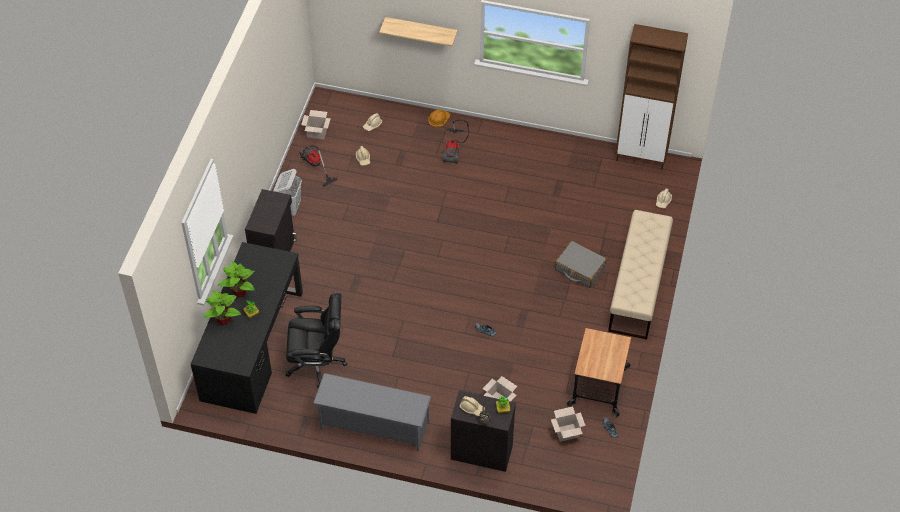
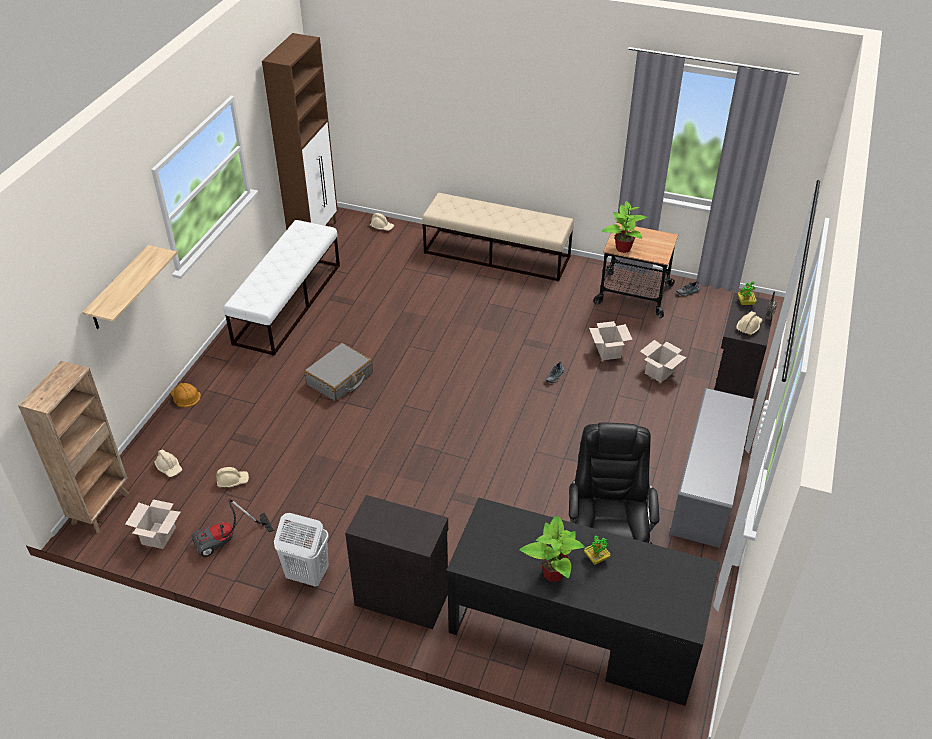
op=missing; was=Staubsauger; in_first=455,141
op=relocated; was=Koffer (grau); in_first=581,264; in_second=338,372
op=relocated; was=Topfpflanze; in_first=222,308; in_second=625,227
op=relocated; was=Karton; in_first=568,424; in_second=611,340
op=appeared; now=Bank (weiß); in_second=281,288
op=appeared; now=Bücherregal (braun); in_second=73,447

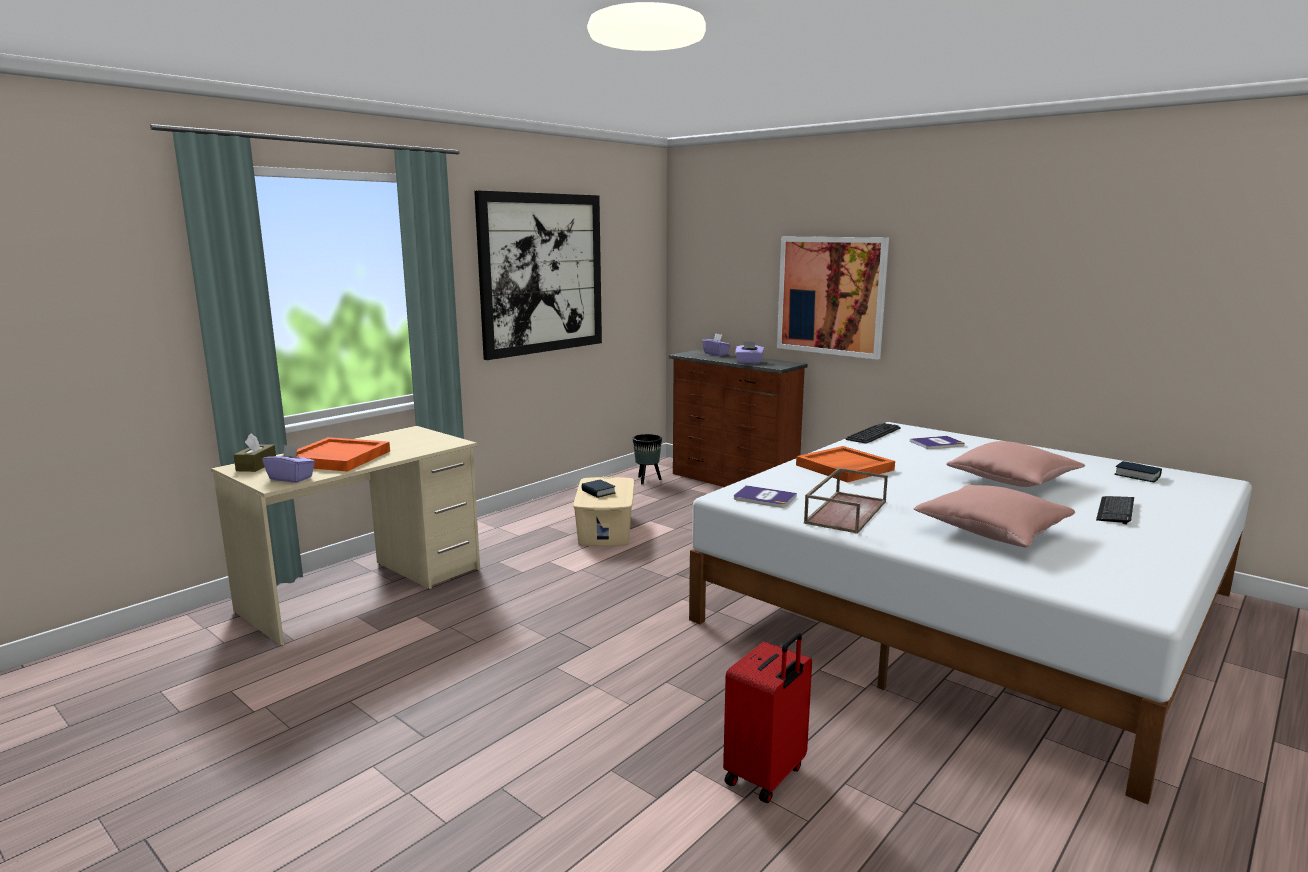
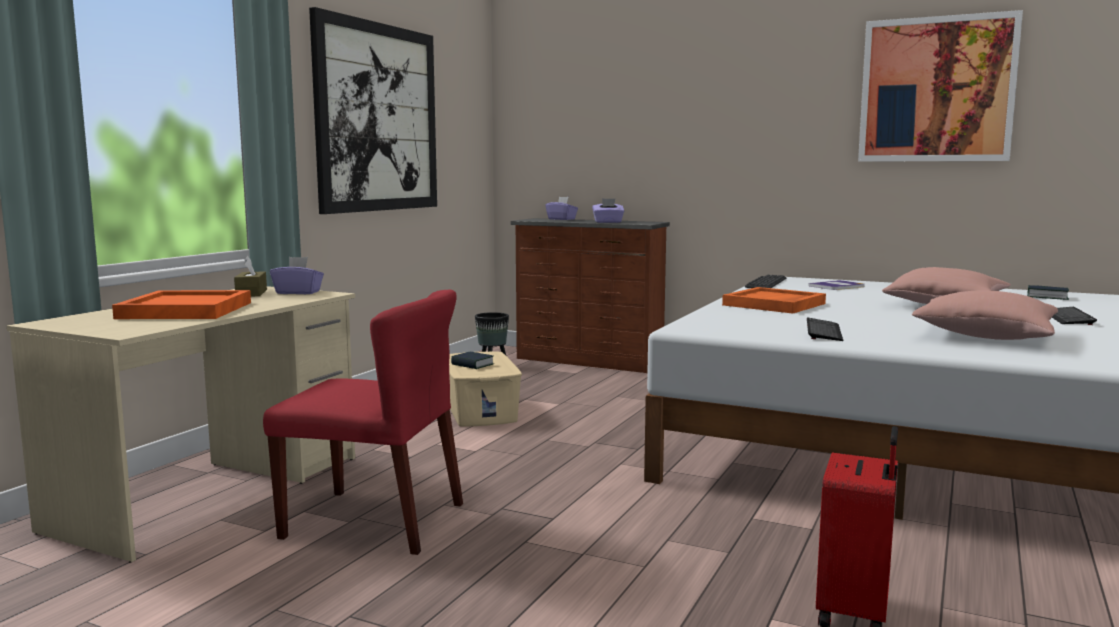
op=relocated; was=Bild; in_first=833,298; in_second=940,86
op=relocated; was=Taschentuchbox (braun); in_first=255,452; in_second=250,276
op=relocated; was=Taschentuchbox (lila); in_first=288,463; in_second=297,275
op=exchanged; was=Tablett (braun); now=Tastatur; in_first=846,501; in_second=825,329
op=missing; was=Buch; in_first=765,496
op=appeared; now=Stuhl (rot); in_second=363,422

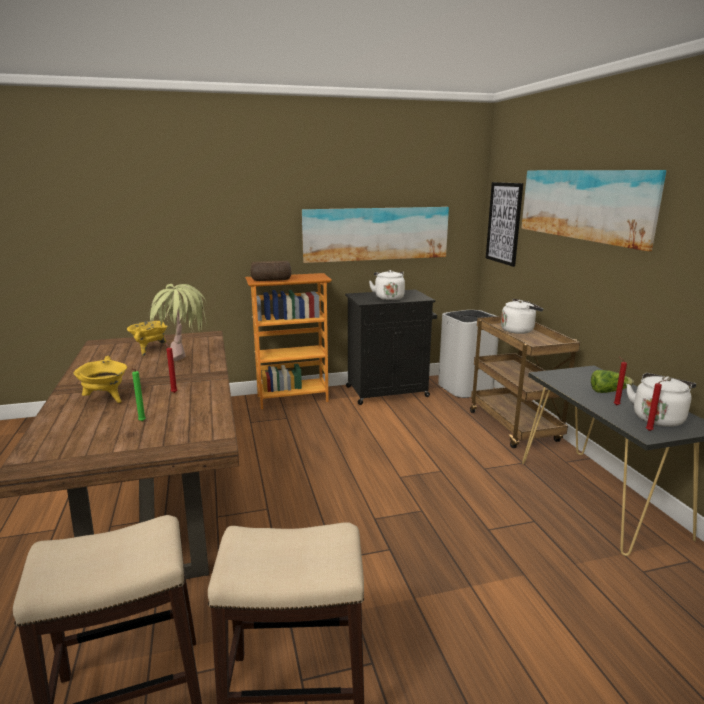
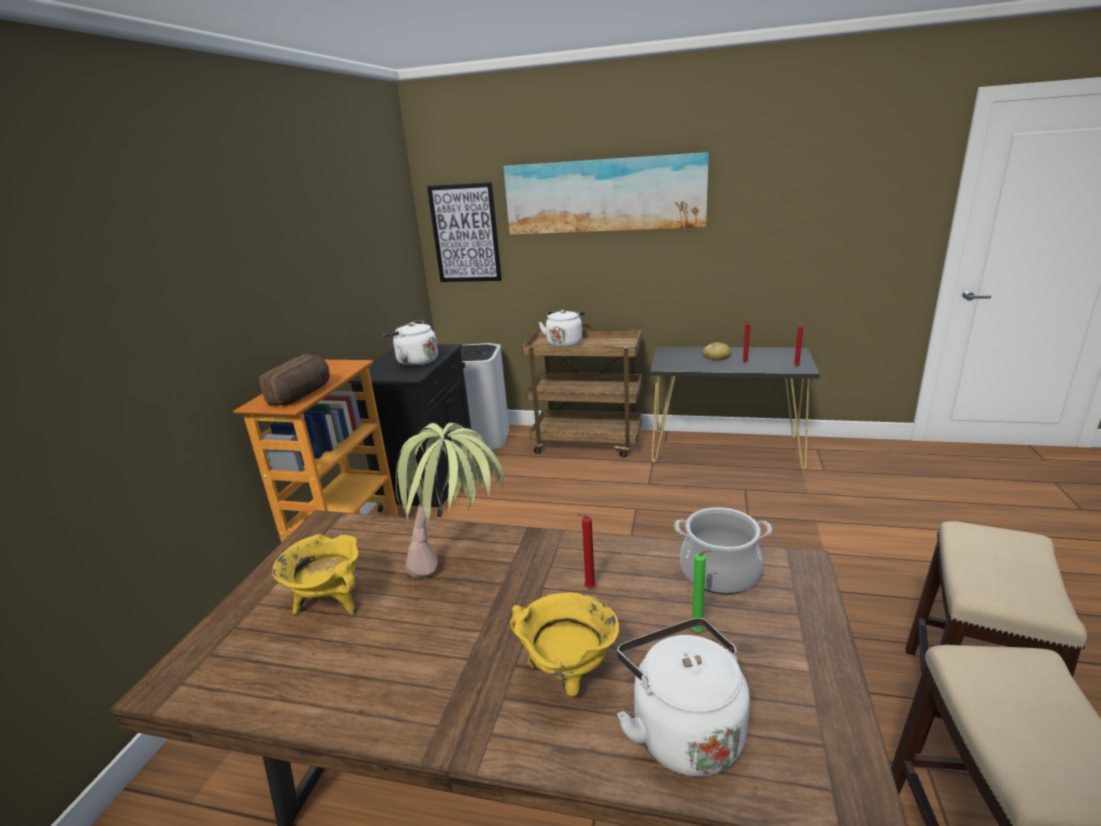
op=missing; was=Bild; in_first=375,235
op=exchanged; was=Salatkopf; now=Brot; in_first=612,381; in_second=717,351
op=relocated; was=Wasserkessel (weiß); in_first=661,400; in_second=683,697
op=appeared; now=Kochtopf; in_second=723,550

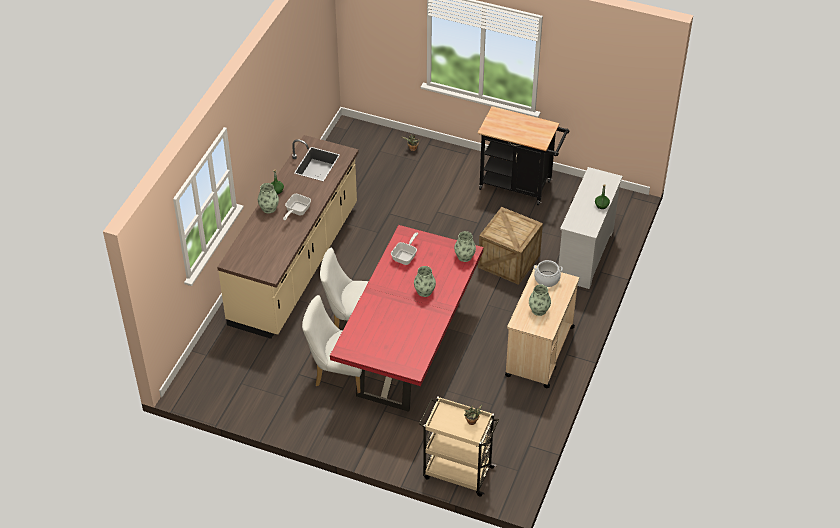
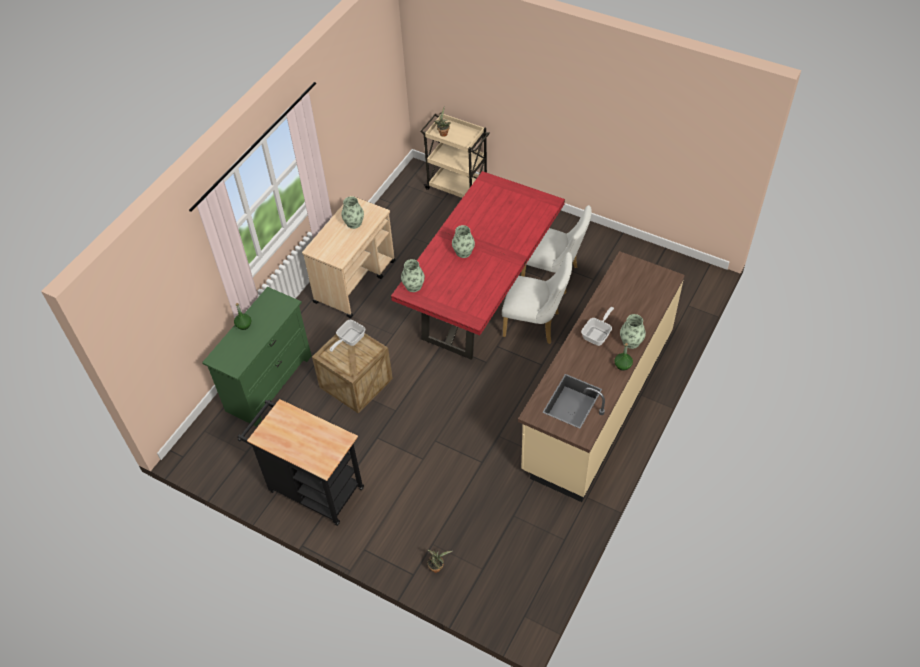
op=colour; was=Kommode (weiß); now=Kommode (grün); in_first=590,228; in_second=257,356
op=relocated; was=Pfanne; in_first=404,248; in_second=347,336
op=missing; was=Kochtopf; in_first=548,273

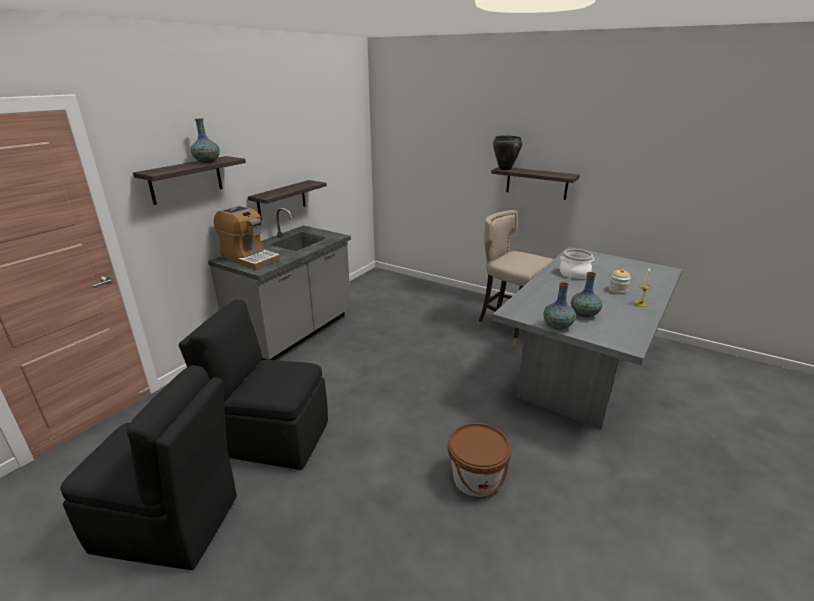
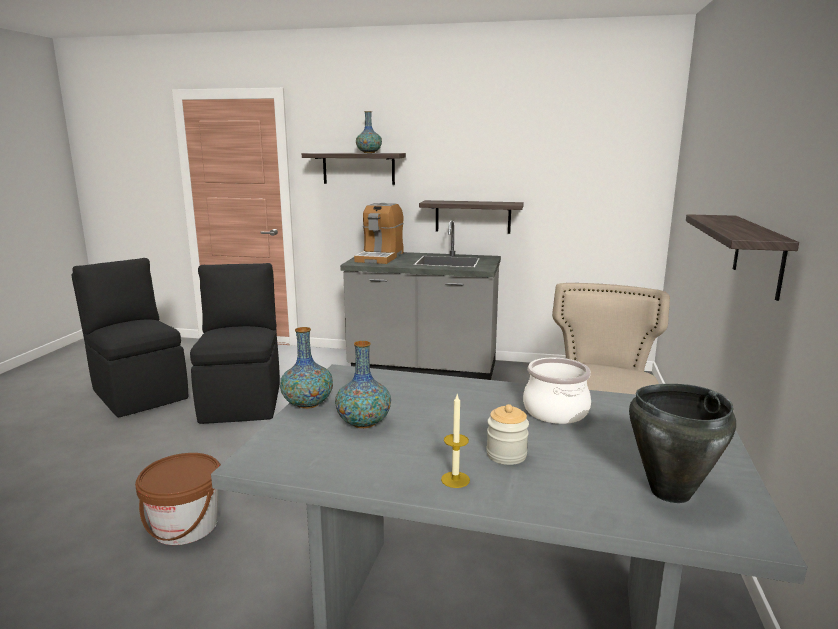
op=relocated; was=Kochtopf (schwarz); in_first=507,152; in_second=682,443
op=spun; was=Stuhl (schwarz); in_first=148,467; in_second=129,337; clockwise=150

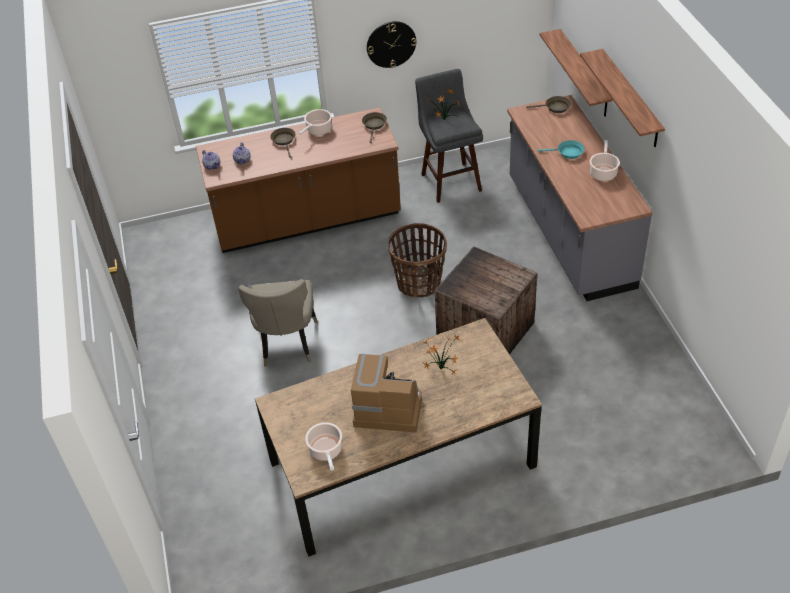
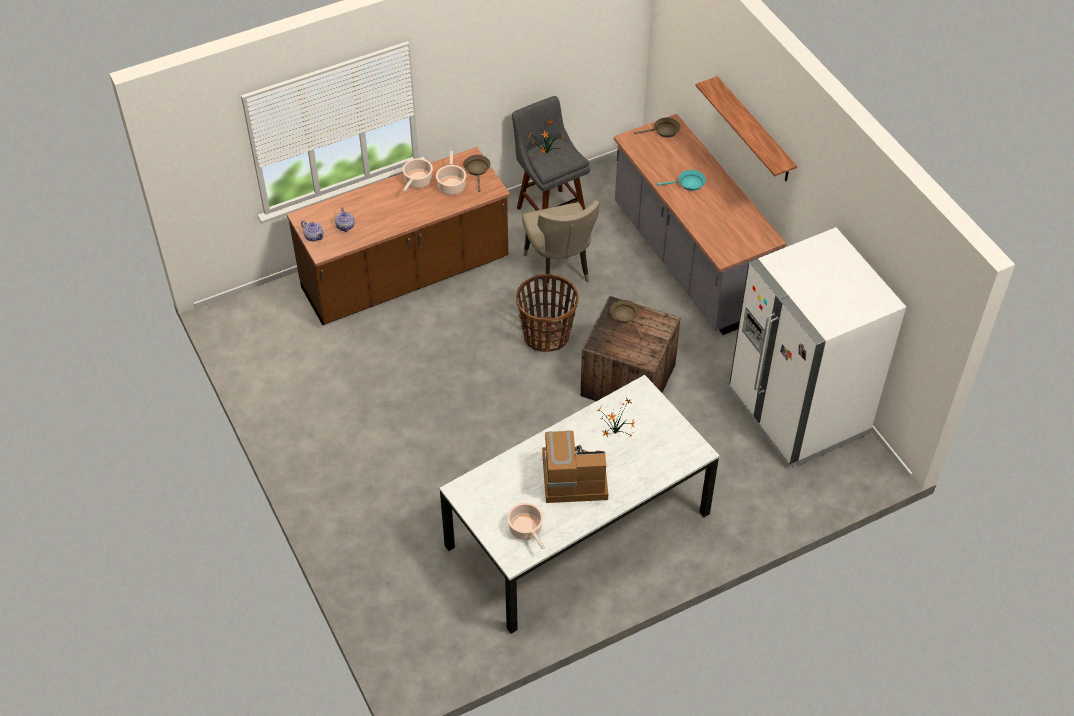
op=missing; was=Wanduhr; in_first=391,44
op=missing; was=Wandregal; in_first=576,73
op=relocated; was=Pfanne (braun); in_first=282,143; in_second=626,319
op=relocated; was=Kochtopf; in_first=605,160; in_second=451,173
op=relocated; was=Stuhl (beige); in_first=277,323; in_second=561,243
op=colour; was=Esstisch (braun); now=Esstisch (weiß); in_first=398,437; in_second=579,504
op=appeared; now=Kühlschrank (weiß); in_second=817,347

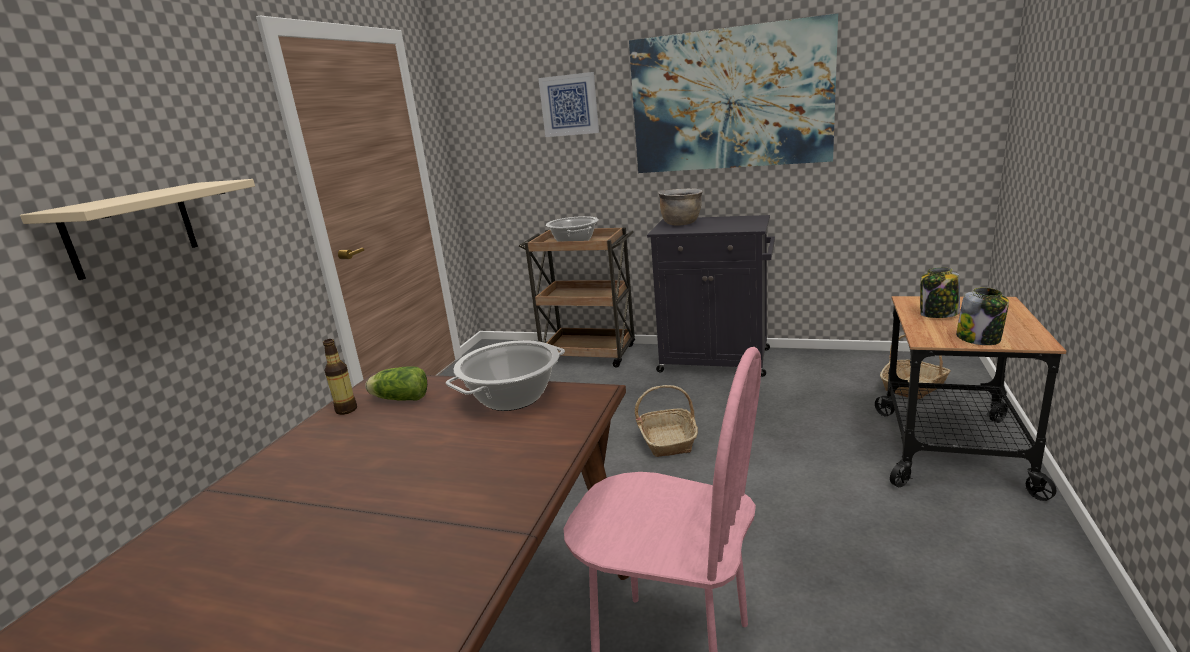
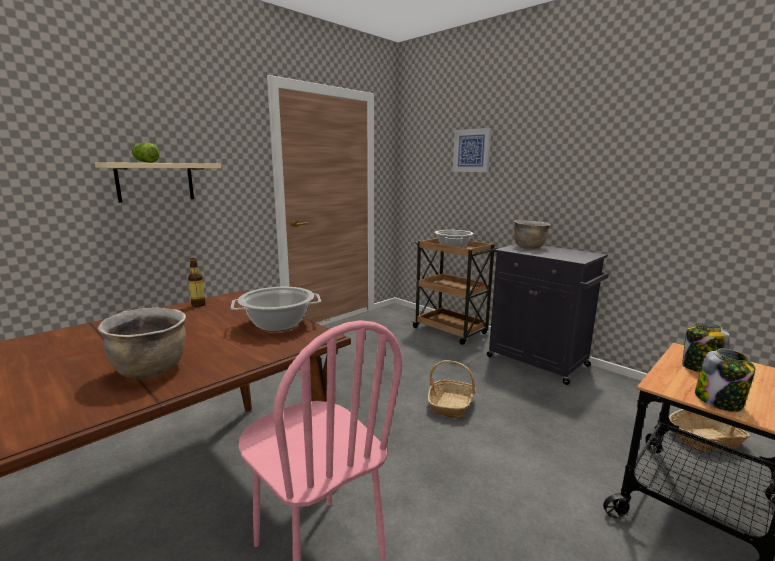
op=missing; was=Bild; in_first=733,93
op=relocated; was=Salatkopf; in_first=396,383; in_second=146,153
op=appeared; now=Kochtopf (braun); in_second=142,343

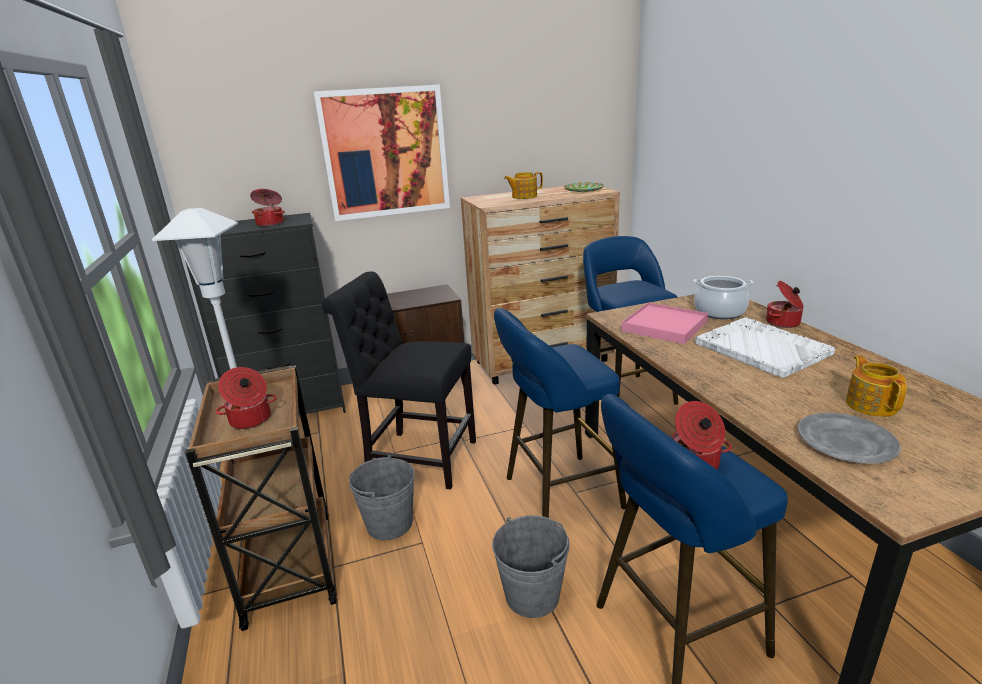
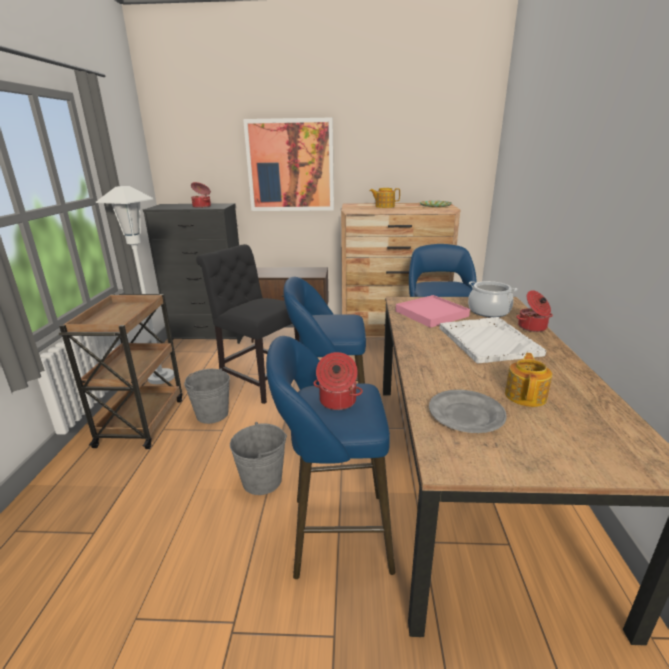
op=missing; was=Kochtopf; in_first=246,398

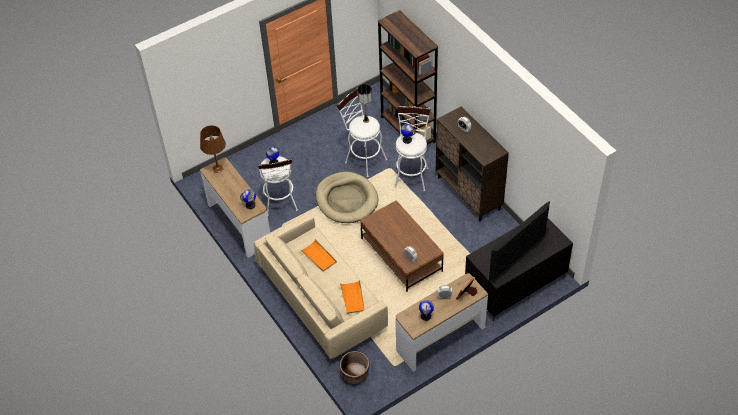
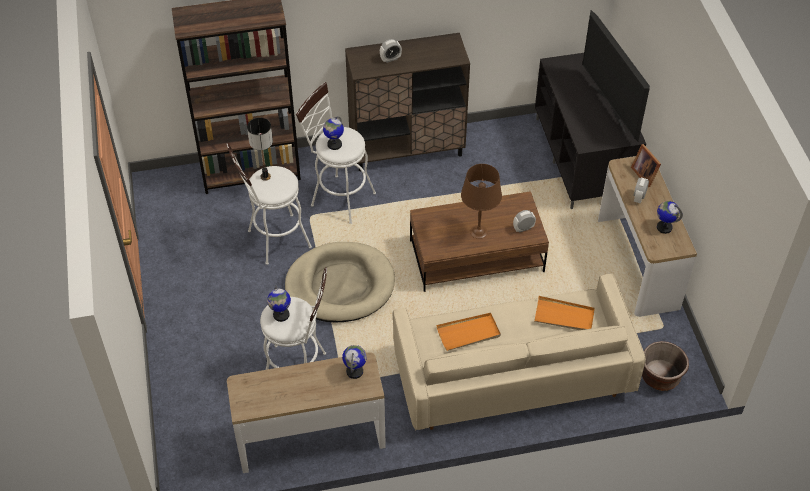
op=relocated; was=Tischlampe (braun); in_first=213,149; in_second=481,201

